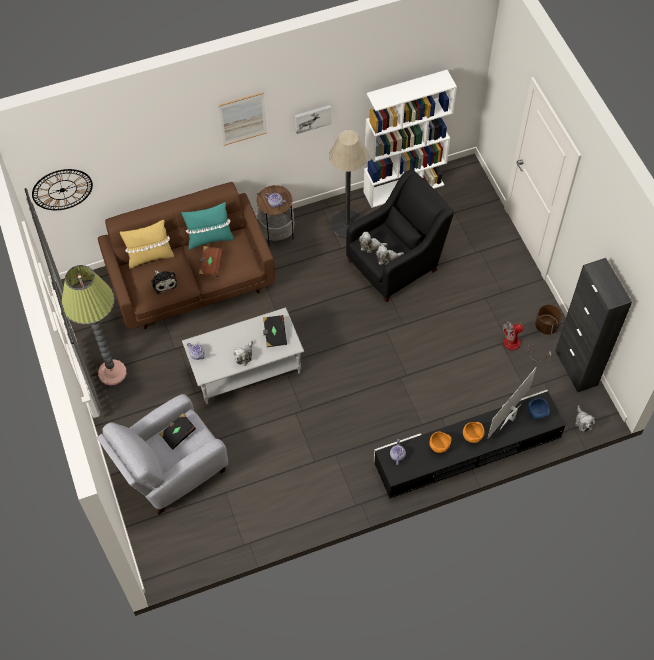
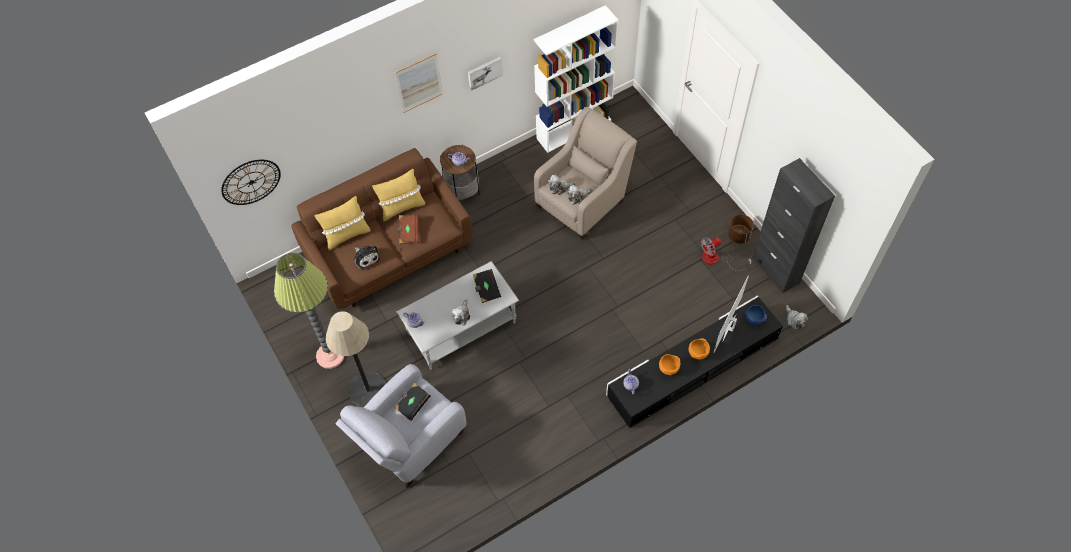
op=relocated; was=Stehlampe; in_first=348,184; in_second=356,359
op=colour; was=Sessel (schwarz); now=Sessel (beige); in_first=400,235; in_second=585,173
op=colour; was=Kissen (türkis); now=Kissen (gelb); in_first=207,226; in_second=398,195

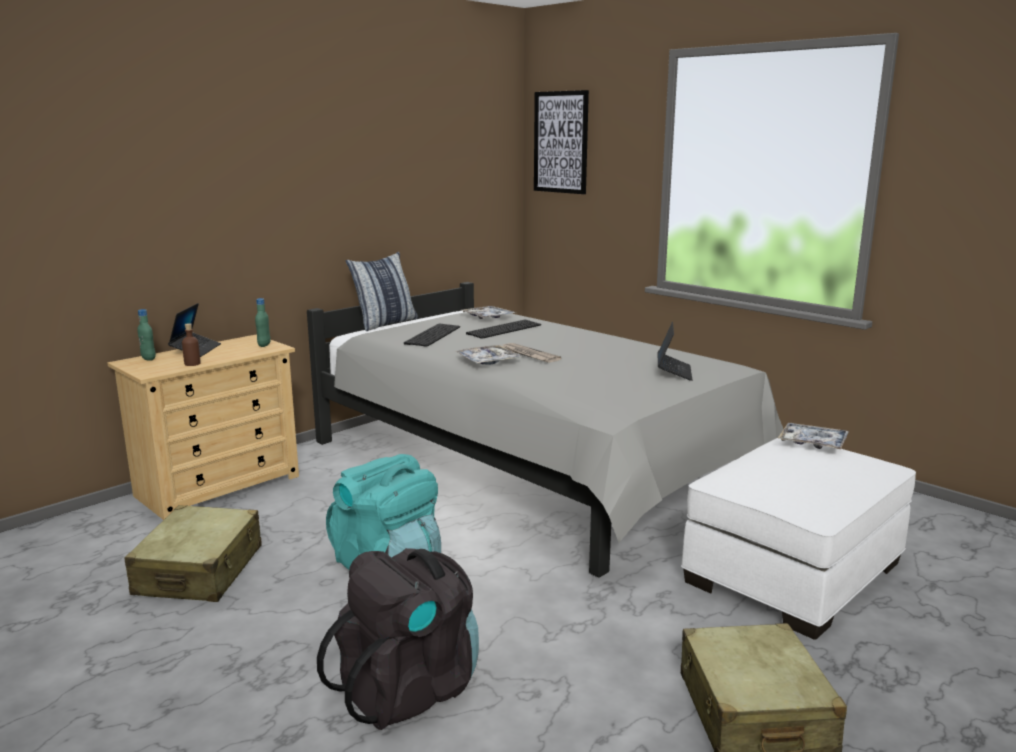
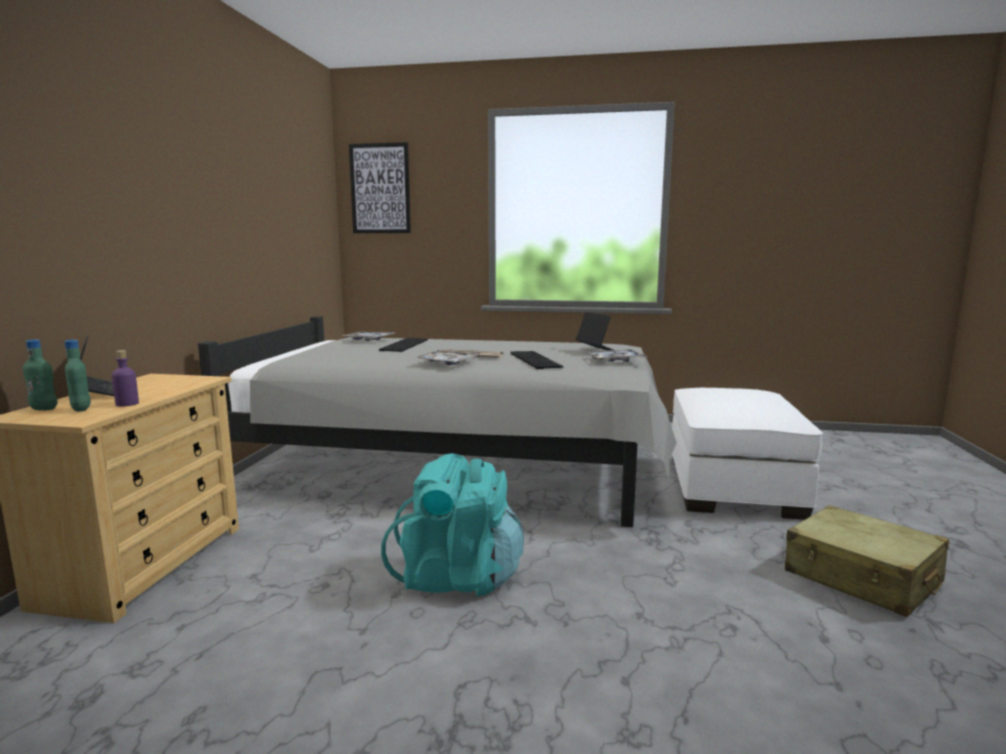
op=missing; was=Kissen; in_first=382,291
op=relocated; was=Flasche (grün); in_first=263,322; in_second=77,376
op=colour; was=Flasche (braun); now=Flasche (lila); in_first=191,344; in_second=125,378
op=relocated; was=Tastatur; in_first=432,335; in_second=536,360
op=relocated; was=Tablett; in_first=813,436; in_second=617,355
op=missing; was=Koffer (beige); in_first=193,553
op=missing; was=Rucksack (schwarz); in_first=398,639

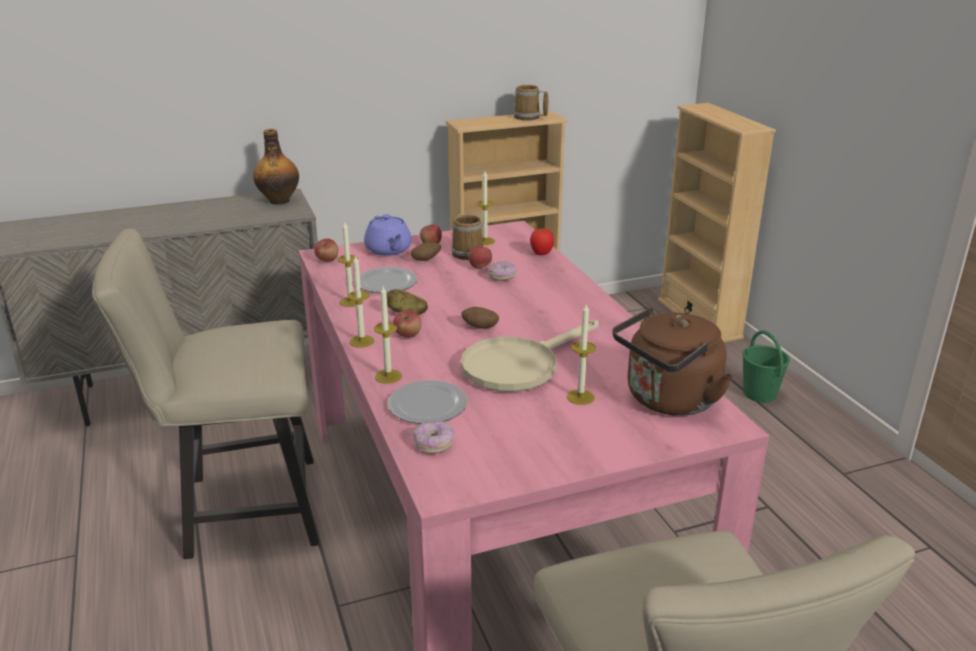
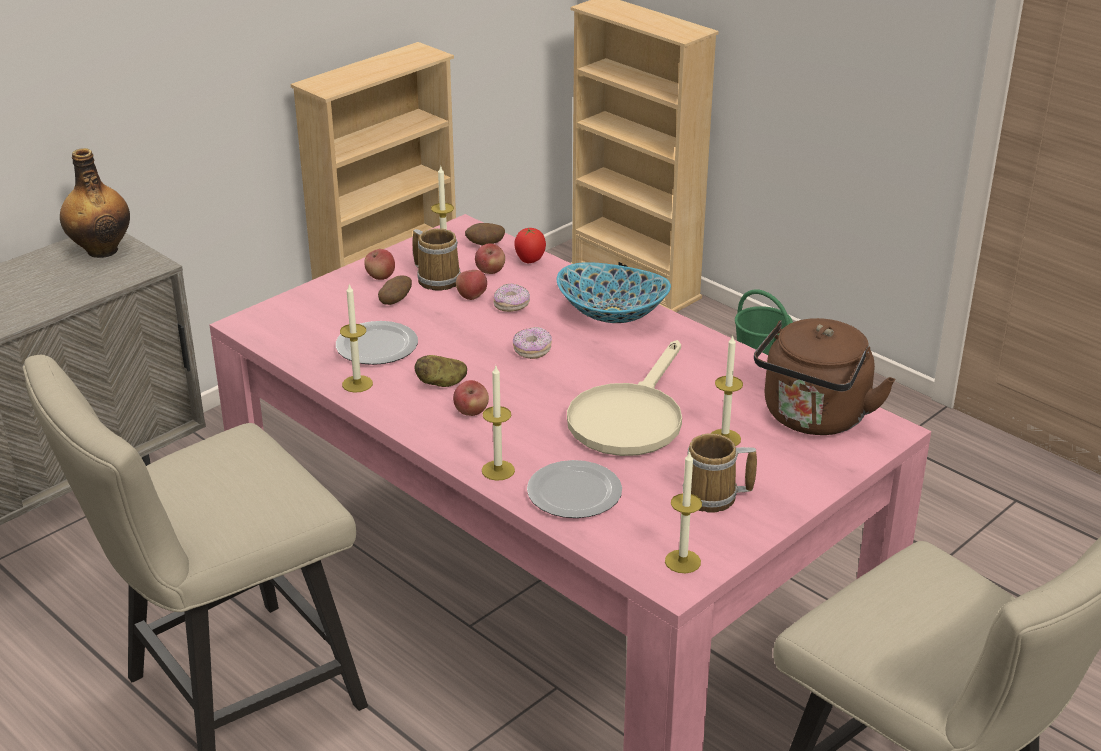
op=relocated; was=Henkelbecher; in_first=531,103; in_second=719,473
op=missing; was=Teekanne (lila); in_first=388,235
op=relocated; was=Apfel; in_first=326,250; in_second=490,258
op=relocated; was=Kerze; in_first=361,301; in_second=683,512
op=relocated; was=Kartoffel; in_first=480,318; in_second=485,234
op=relocated; was=Donut; in_first=434,437; in_second=532,343
op=appeared; now=Schüssel; in_second=614,292

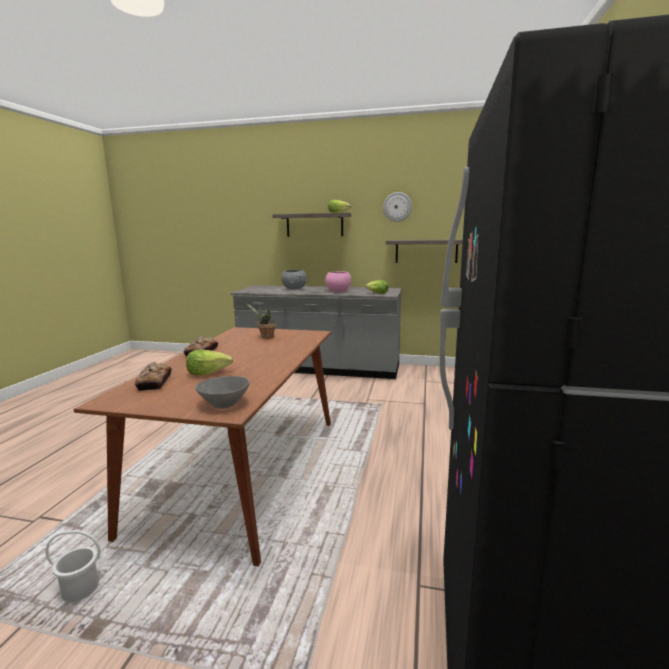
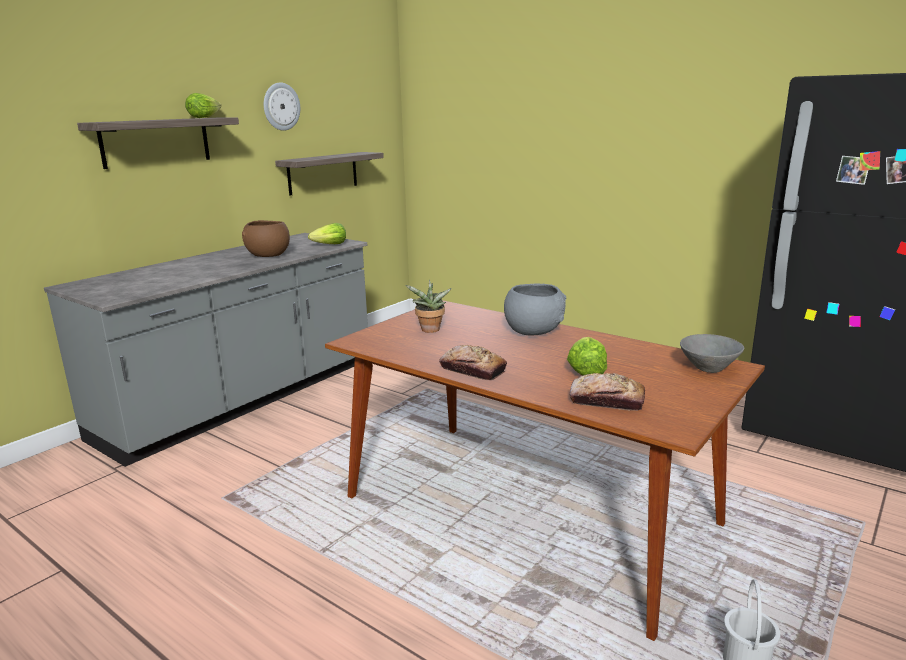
op=relocated; was=Schüssel (grau); in_first=294,279; in_second=535,309
op=colour; was=Schüssel (rosa); now=Schüssel (braun); in_first=338,281; in_second=266,238

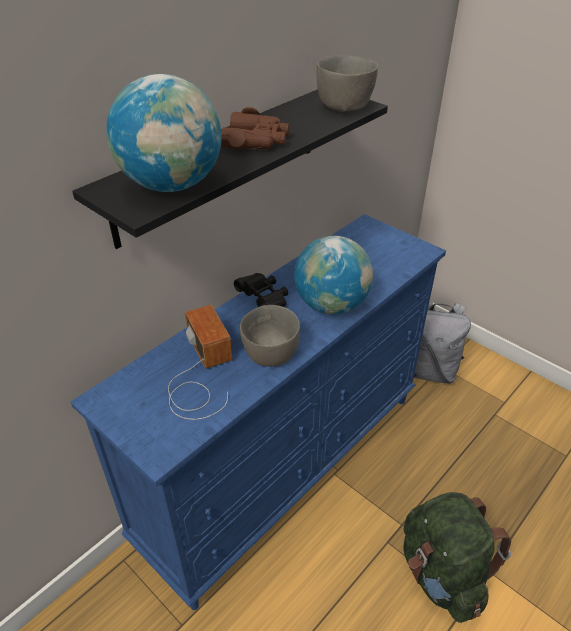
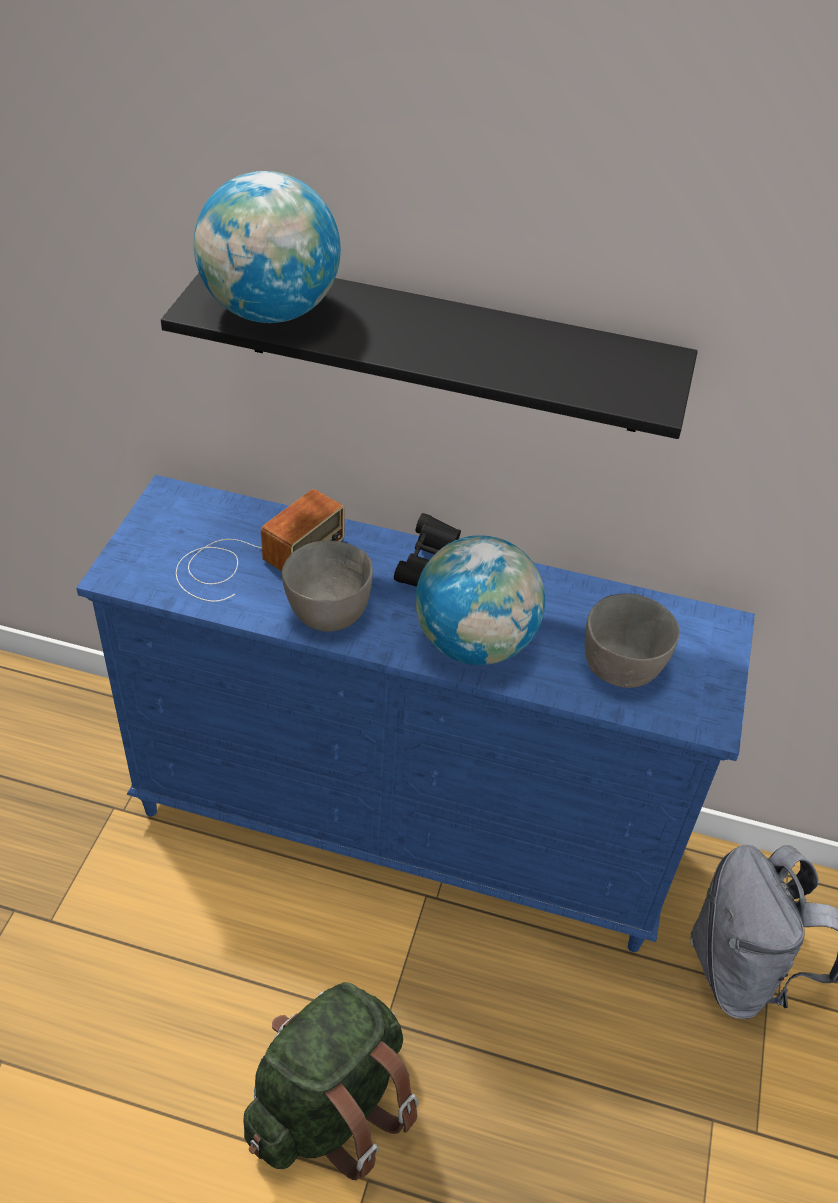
op=relocated; was=Schüssel (grau); in_first=347,83; in_second=632,640
op=missing; was=Fernglas (braun); in_first=255,128

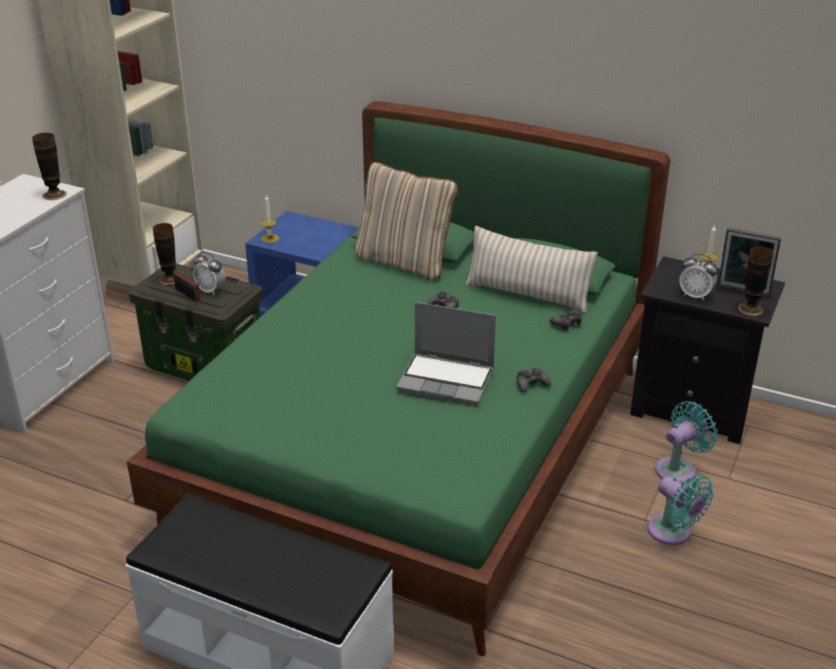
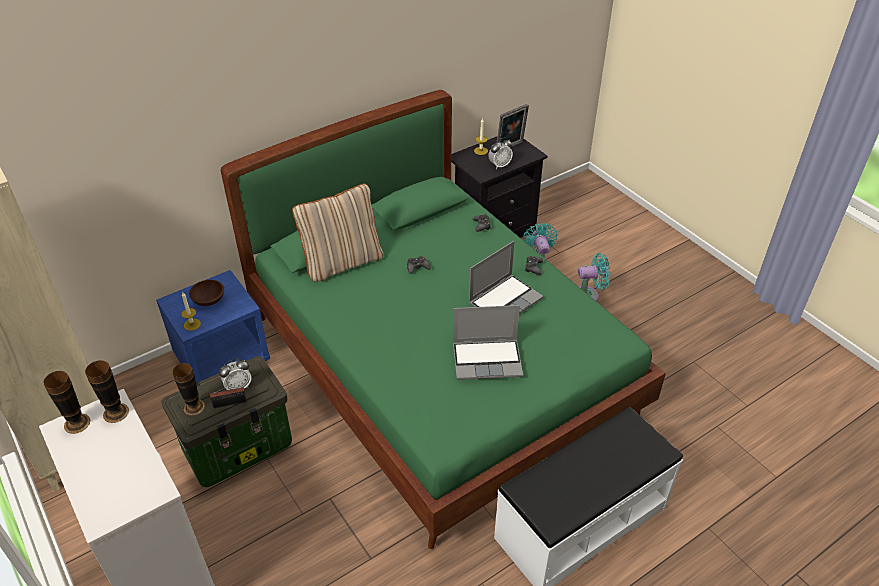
op=missing; was=Kissen (beige); in_first=531,270
op=relocated; was=Vase; in_first=755,281; in_second=66,402
op=appeared; now=Schüssel (braun); in_second=206,293
op=appeared; now=Laptop; in_second=488,342

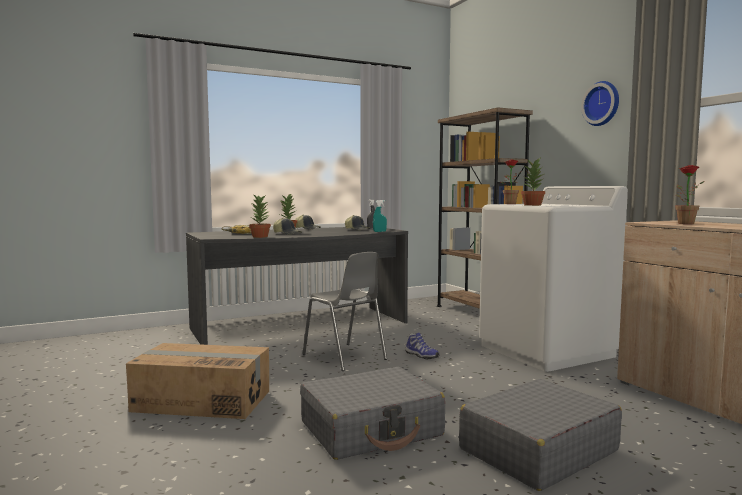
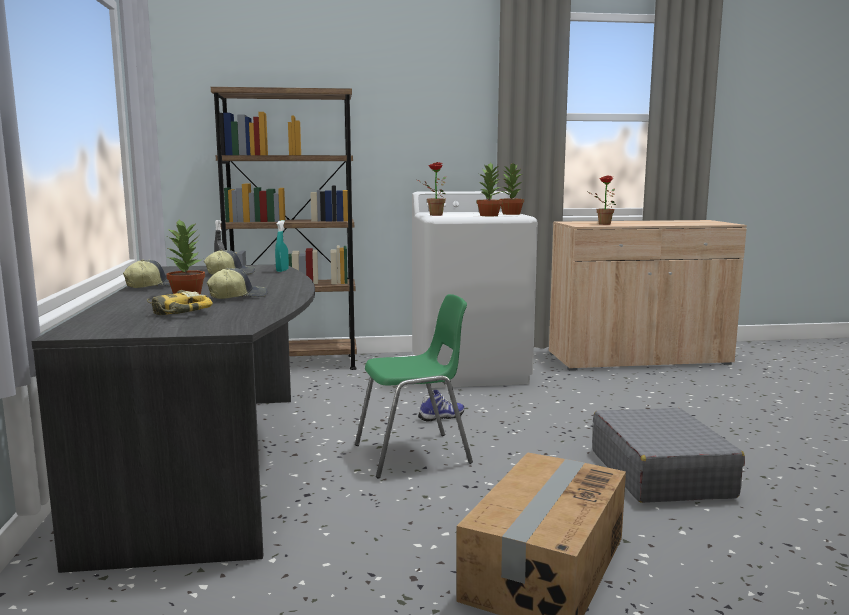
op=missing; was=Wanduhr; in_first=600,103
op=relocated; was=Topfpflanze; in_first=260,216; in_second=511,189
op=colour; was=Stuhl (grau); now=Stuhl (grün); in_first=344,311; in_second=414,386
op=missing; was=Koffer (grau); in_first=540,435

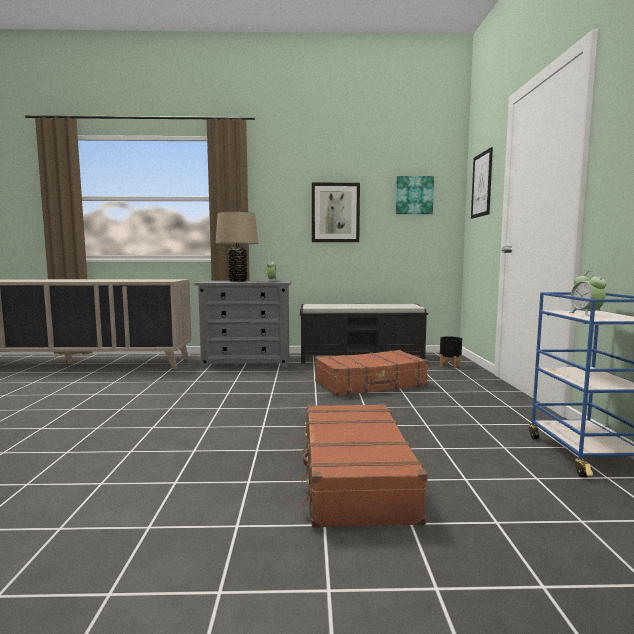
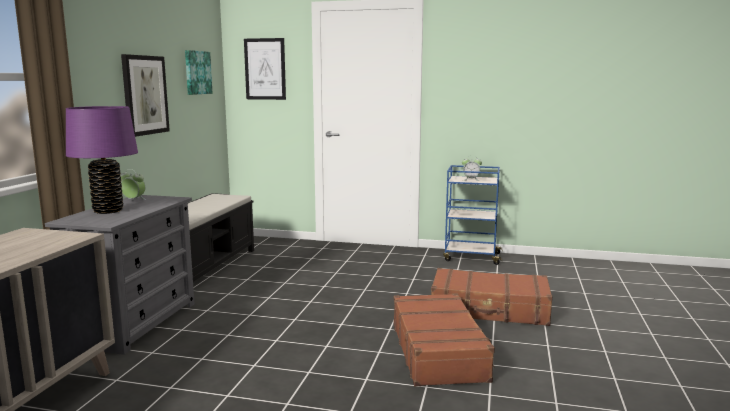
op=colour; was=Tischlampe (beige); now=Tischlampe (lila); in_first=237,247; in_second=102,160
op=missing; was=Pflanzkübel (schwarz); in_first=451,352
op=relocated; was=Koffer (braun); in_first=371,373; in_second=444,339

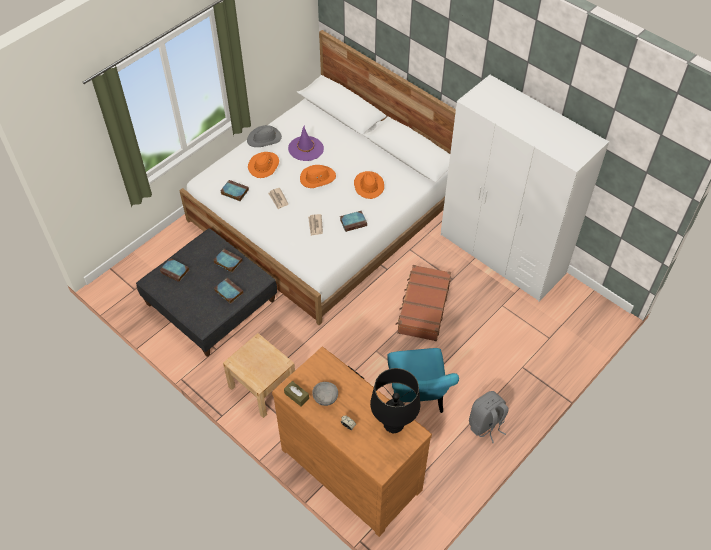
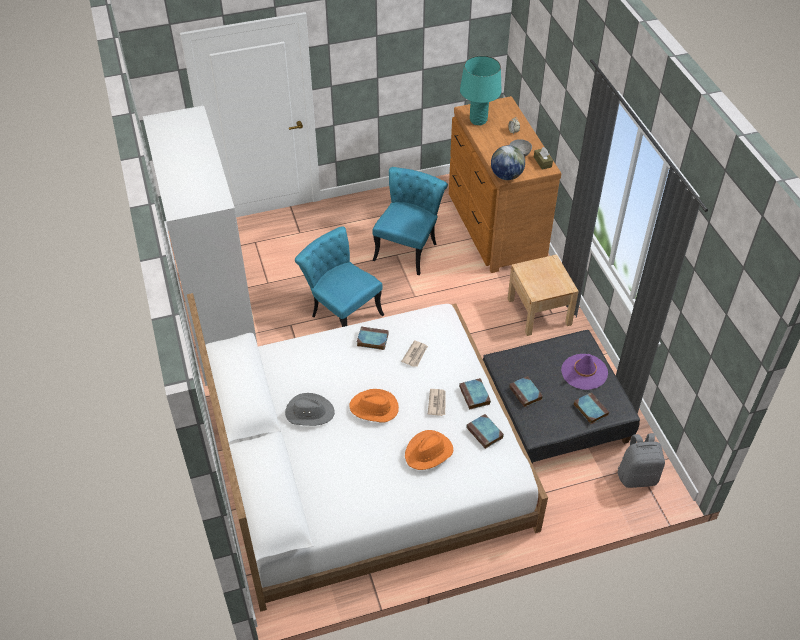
op=relocated; was=Hut (grau); in_first=264,136; in_second=310,409
op=relocated; was=Hut (lila); in_first=306,143; in_second=584,372
op=missing; was=Hut (orange); in_first=369,185
op=exchanged; was=Koffer (braun); now=Stuhl (türkis); in_first=423,303; in_second=339,276
op=relocated; was=Buch; in_first=229,291; in_second=475,394
op=colour; was=Tischlampe (schwarz); now=Tischlampe (türkis); in_first=395,401; in_second=481,90
op=relocated; was=Rucksack (grau); in_first=488,417; in_second=641,460
op=appeared; now=Globus; in_second=508,162

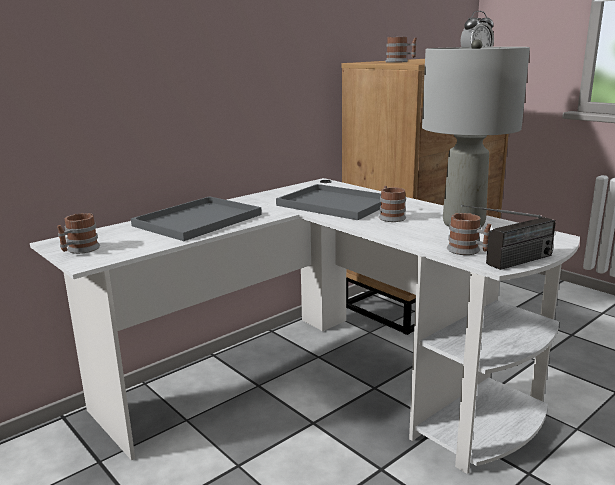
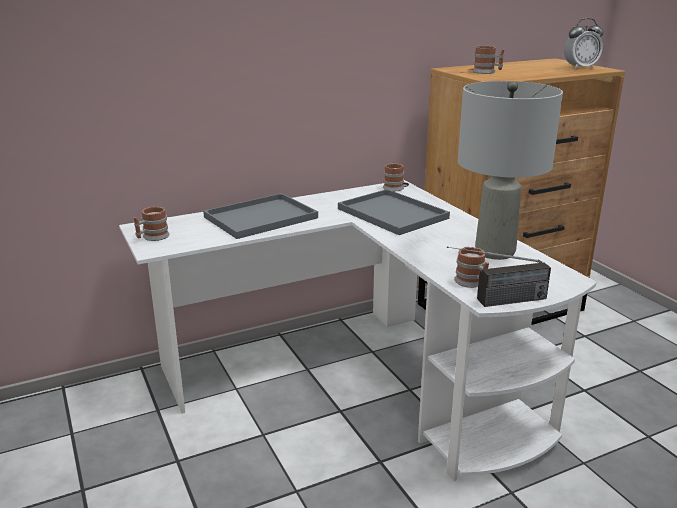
op=relocated; was=Henkelbecher; in_first=392,204; in_second=393,176

